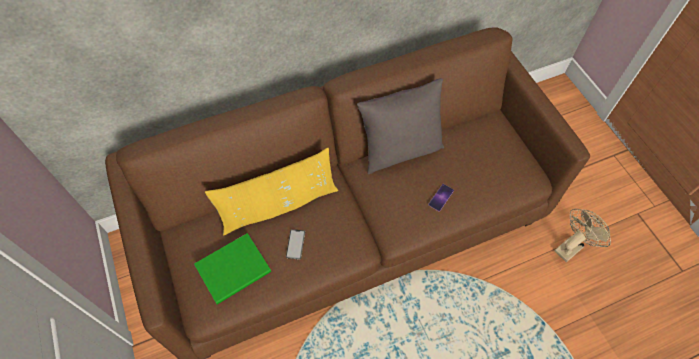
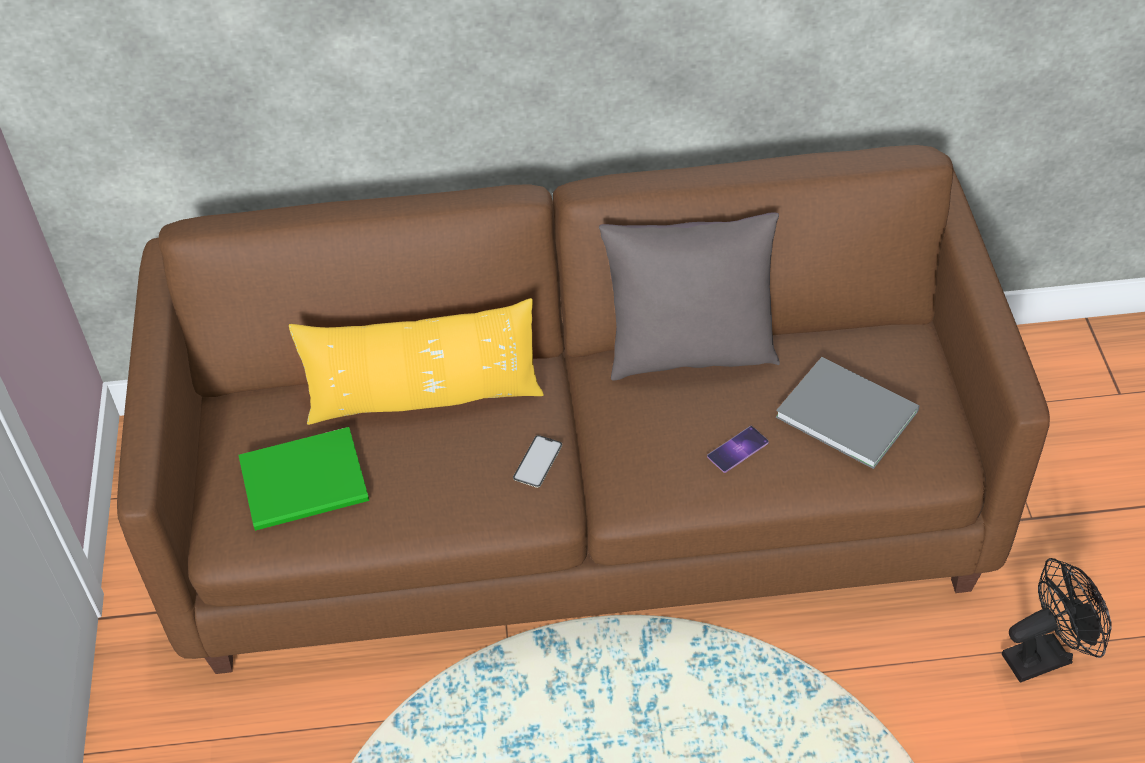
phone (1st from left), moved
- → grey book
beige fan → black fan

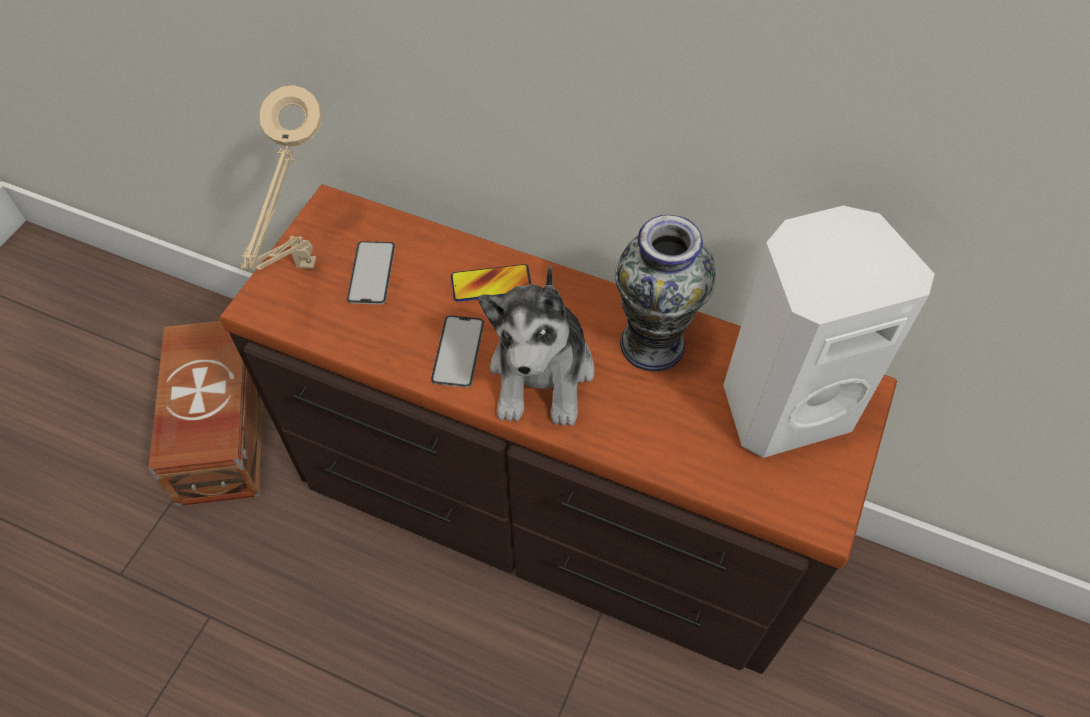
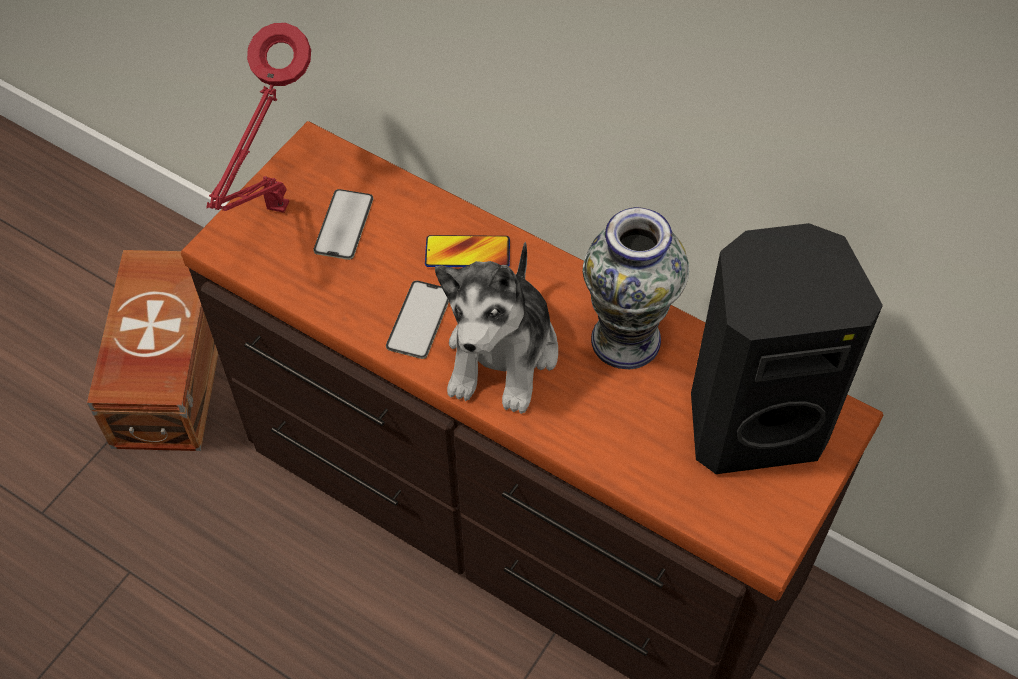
beige table lamp → red table lamp
white speaker → black speaker

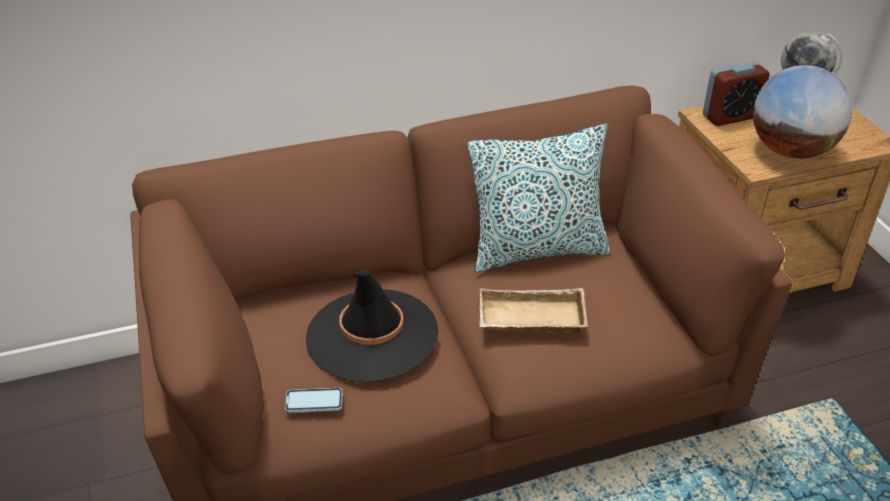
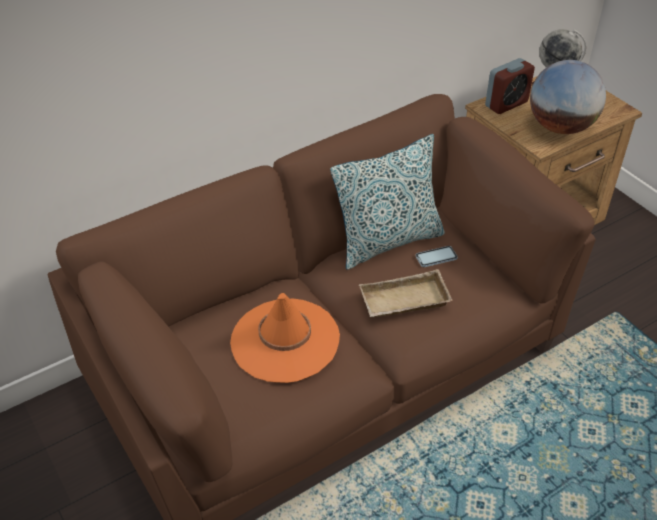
black hat → orange hat
phone, moved

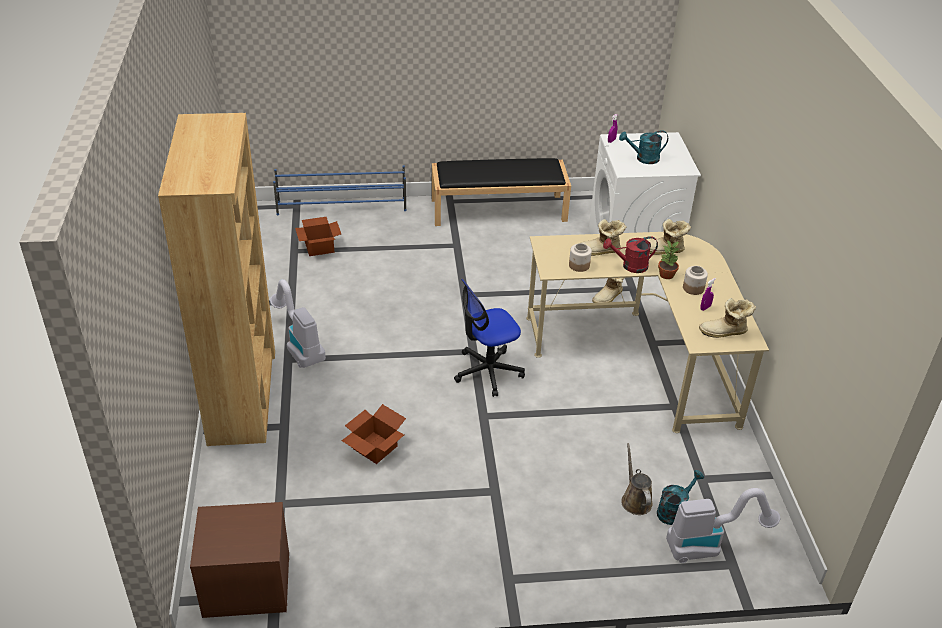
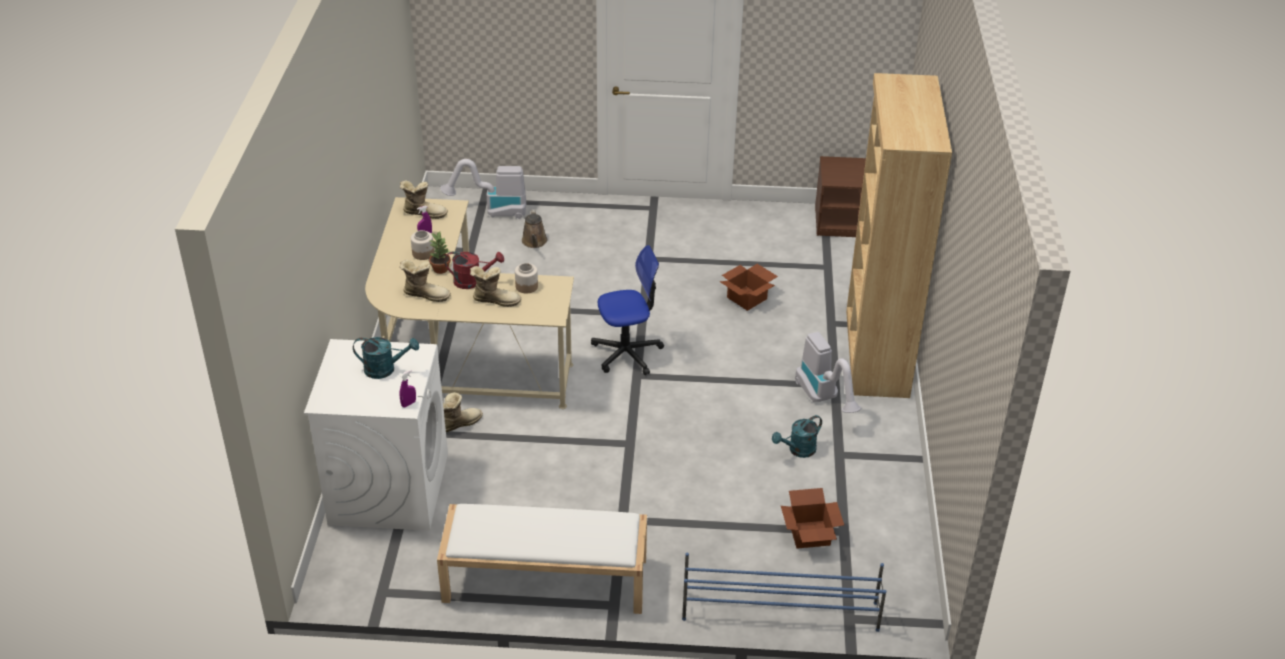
black bench → white bench
turquoise watering can (2nd from left), moved

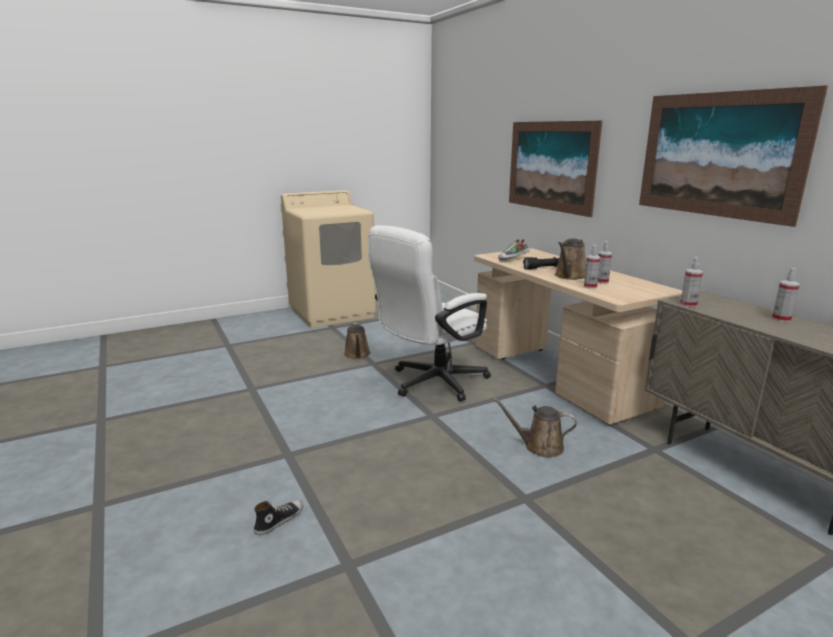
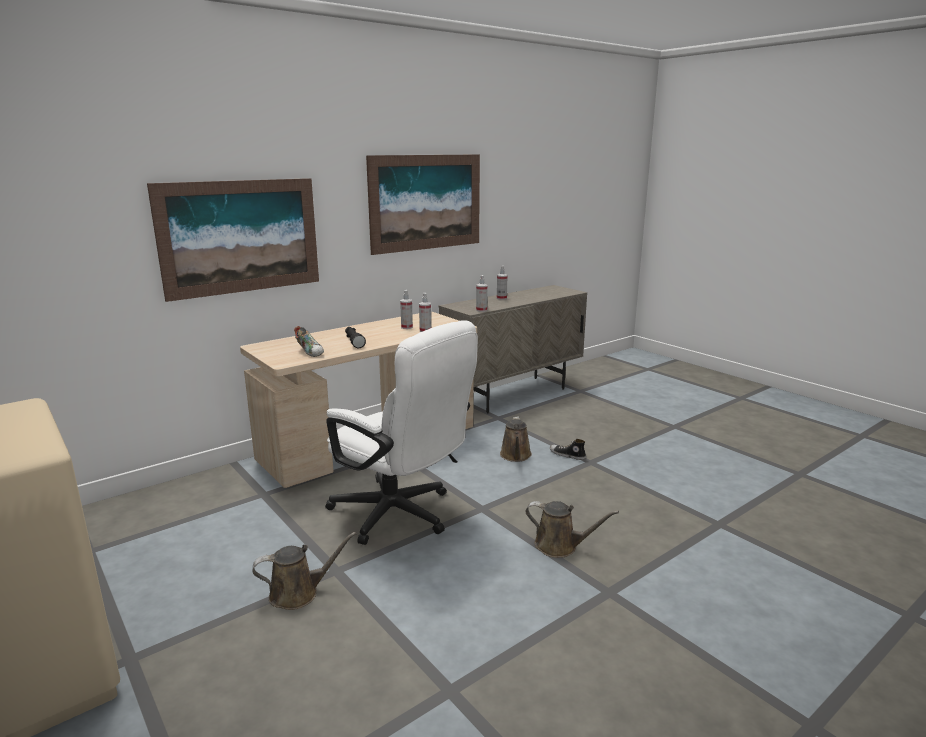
brown watering can (3rd from left), moved
shoe (1st from left in the first image) → shoe (2nd from left), moved

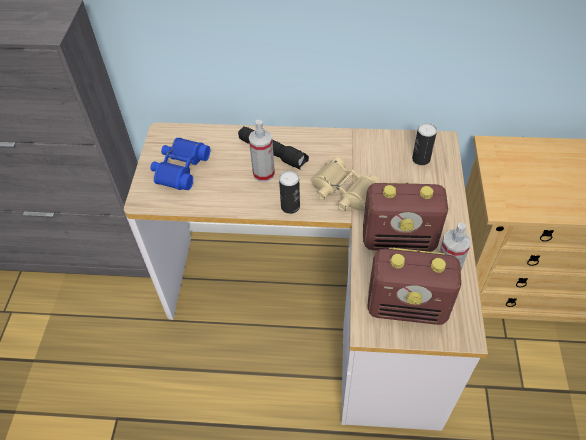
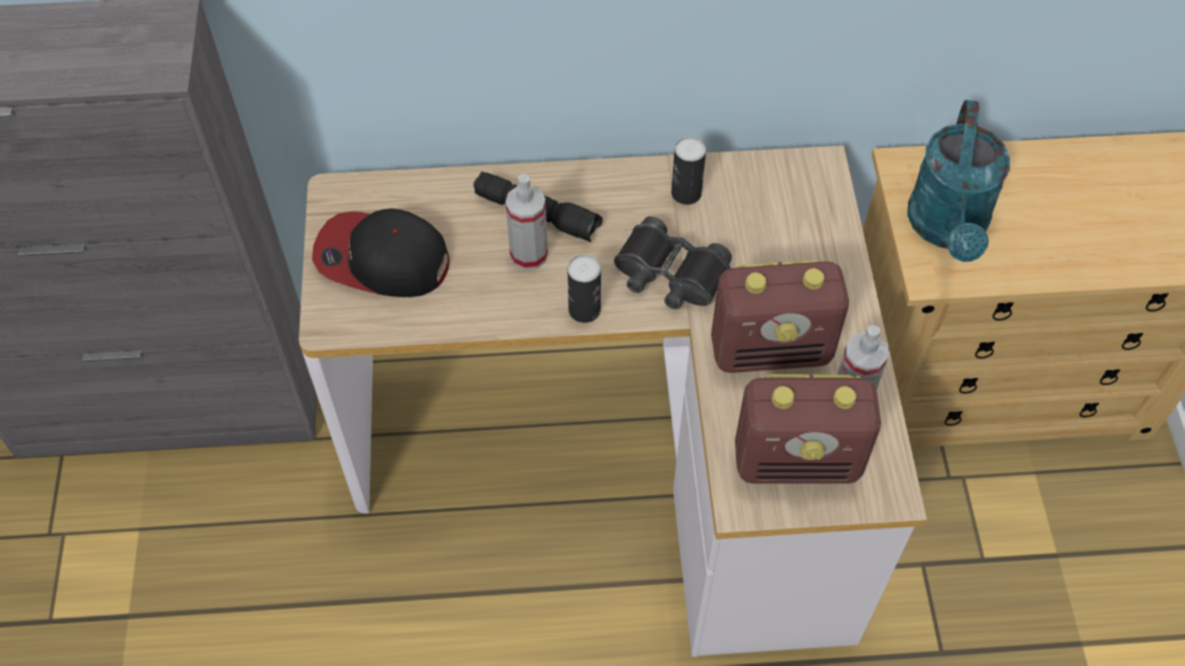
blue binoculars → cap
beige binoculars → black binoculars
can (2nd from left), moved
- → turquoise watering can

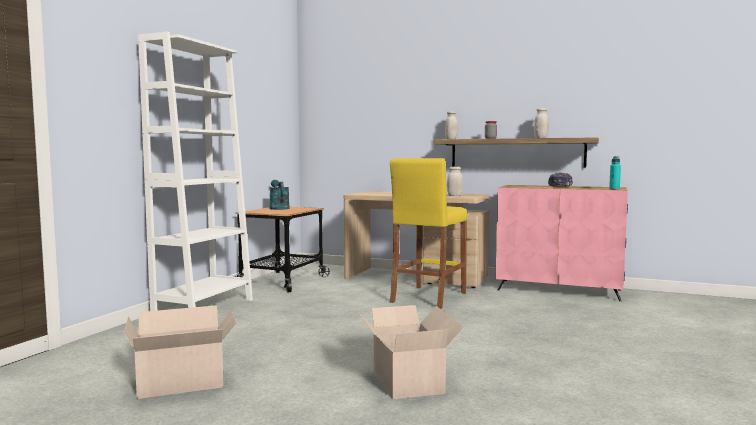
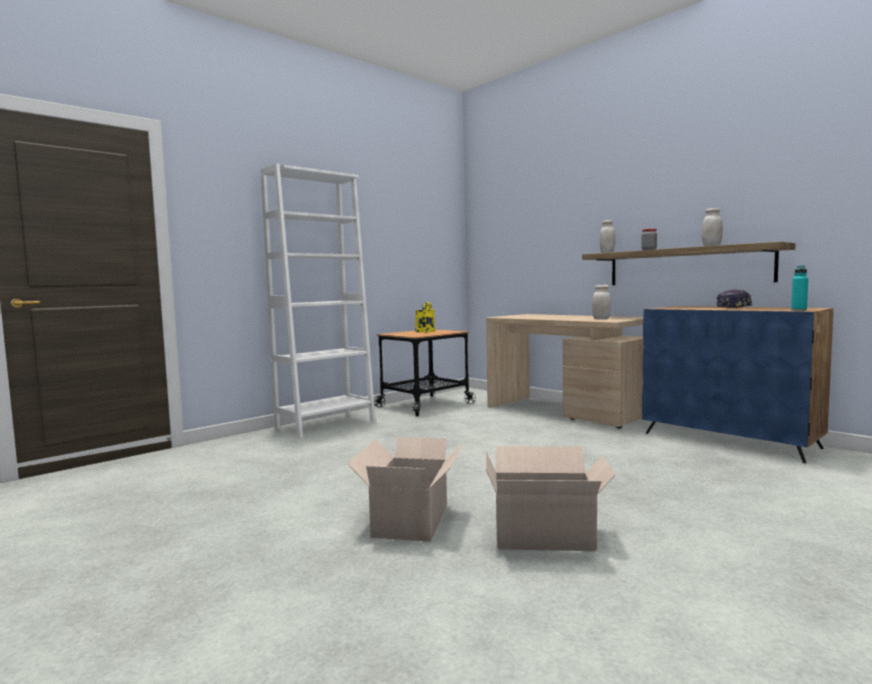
turquoise watering can → yellow watering can
cardboard box (1st from left in the first image) → cardboard box (2nd from left), moved
pink cabinet → blue cabinet
yellow stool → -

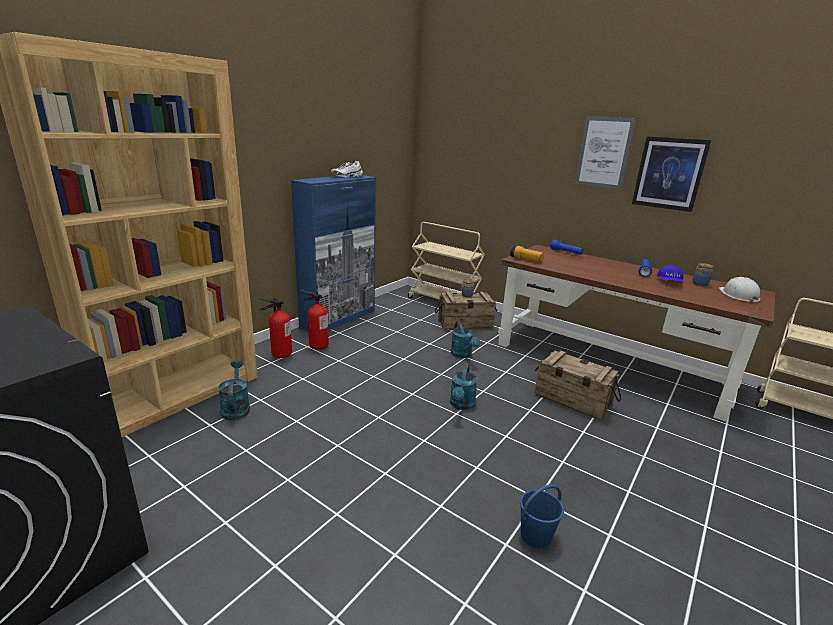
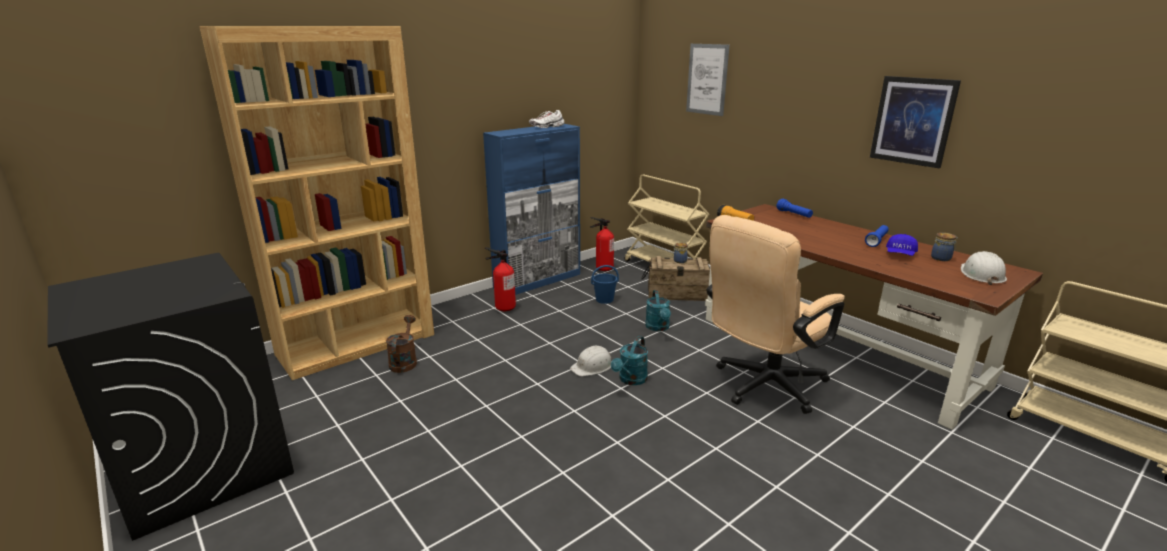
turquoise watering can (1st from left) → brown watering can
- → white hard hat (1st from left)
fire extinguisher (1st from left in the first image) → fire extinguisher (2nd from left), moved
blue bucket, moved
picture (1st from left), moved
crate (2nd from left) → beige office chair

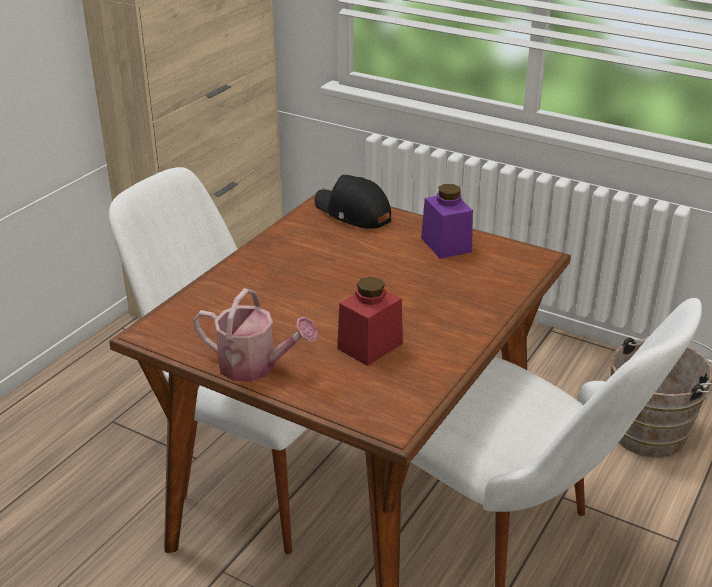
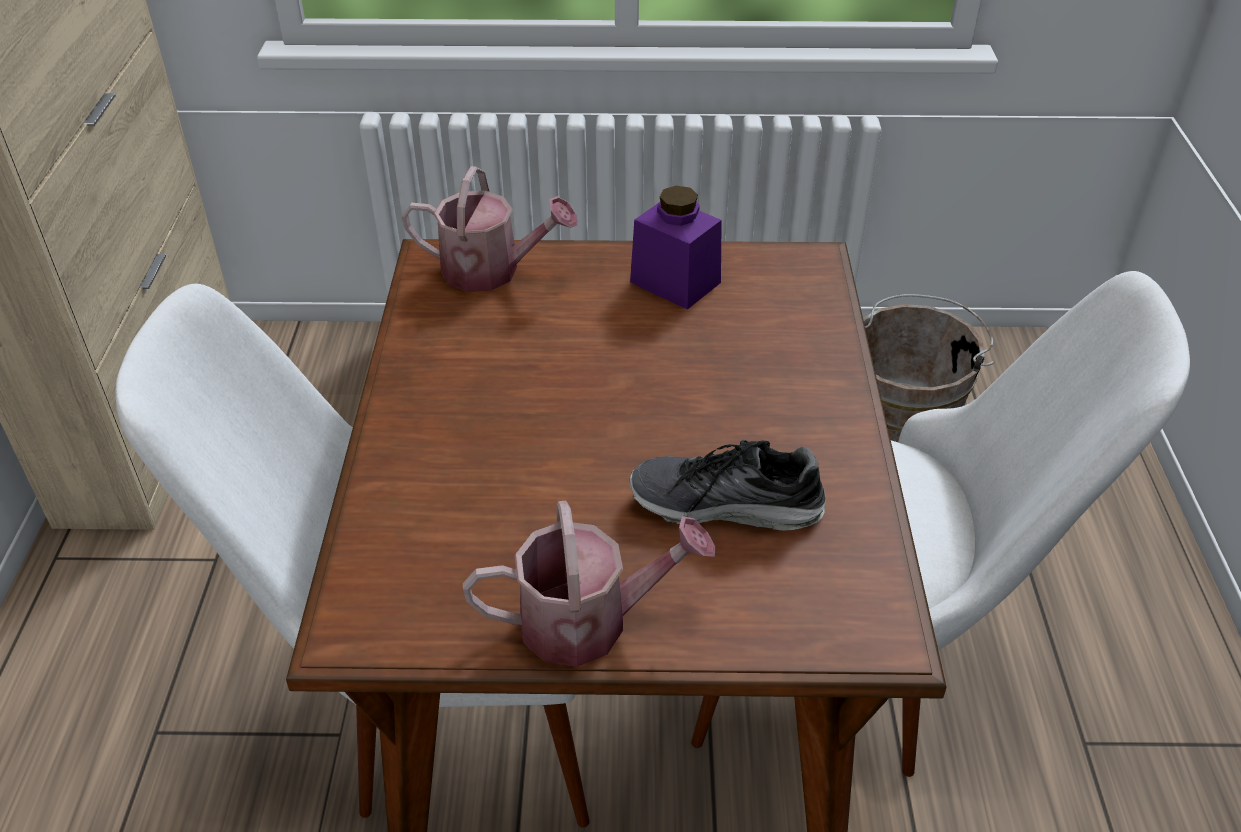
black cap → watering can (1st from left)
red jar → shoe

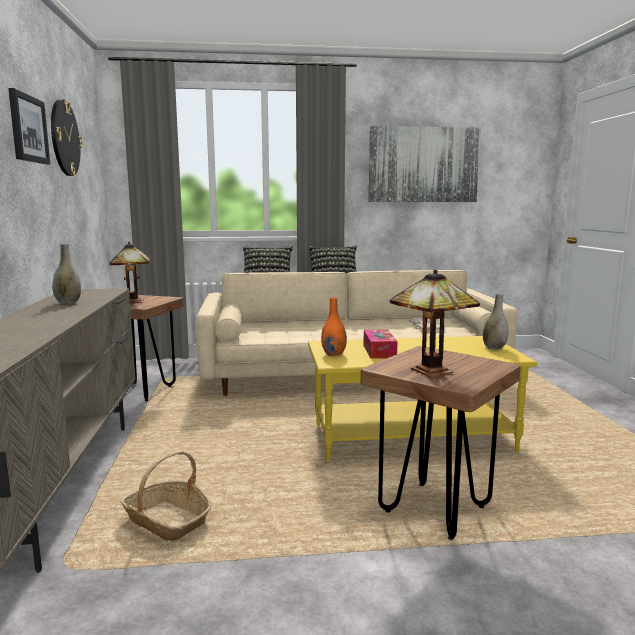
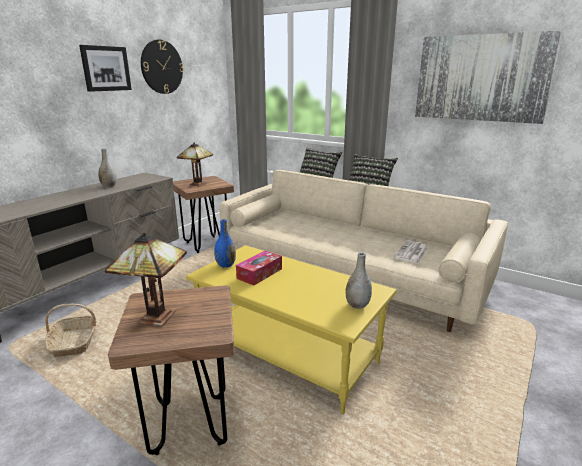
orange vase → blue vase

